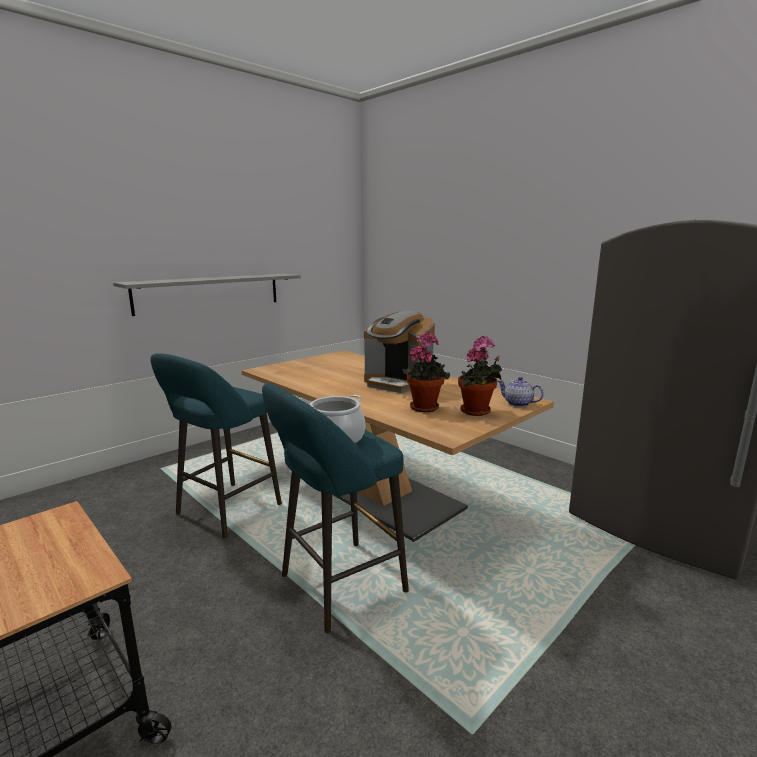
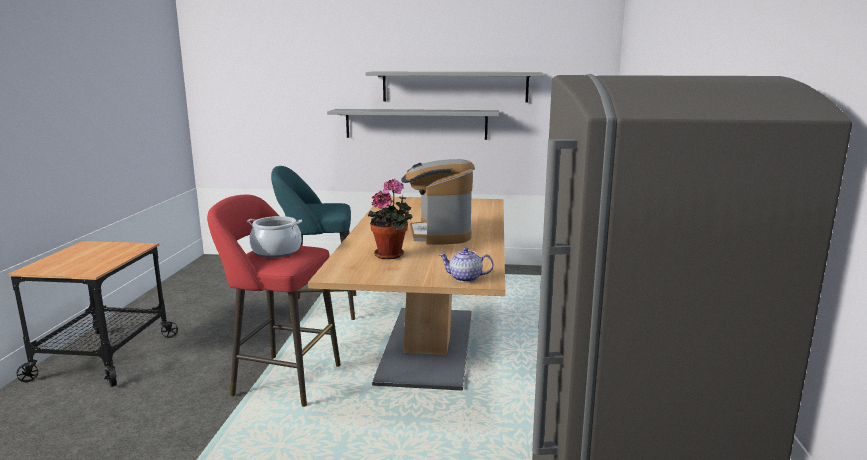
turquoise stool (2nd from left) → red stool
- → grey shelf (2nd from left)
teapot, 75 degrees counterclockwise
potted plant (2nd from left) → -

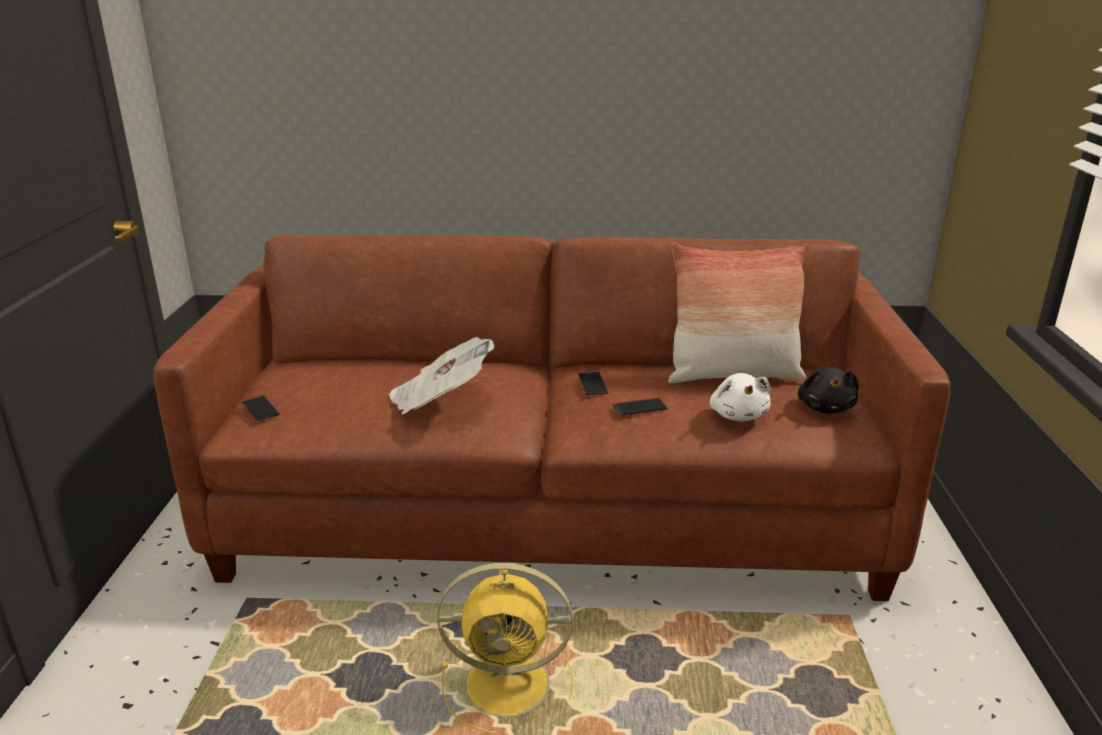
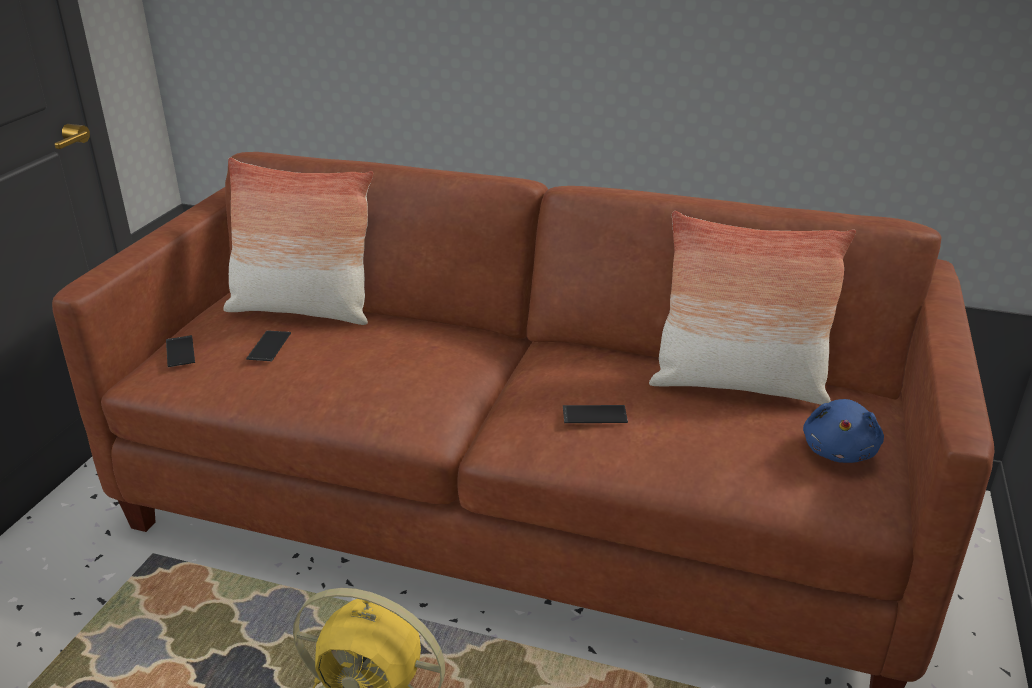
- → pillow (1st from left)
phone (2nd from left), moved
black plush toy → blue plush toy
newspaper → -
white plush toy → -

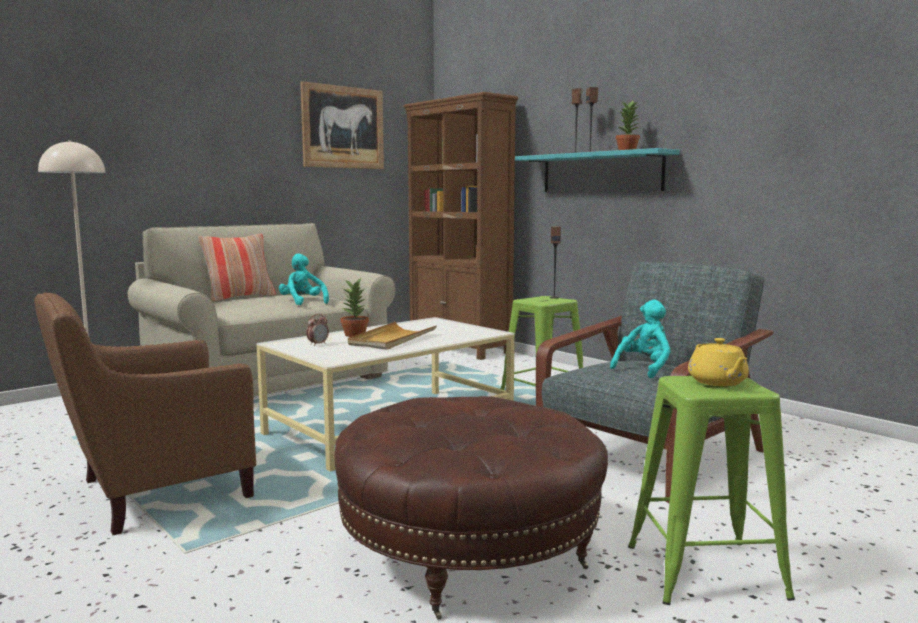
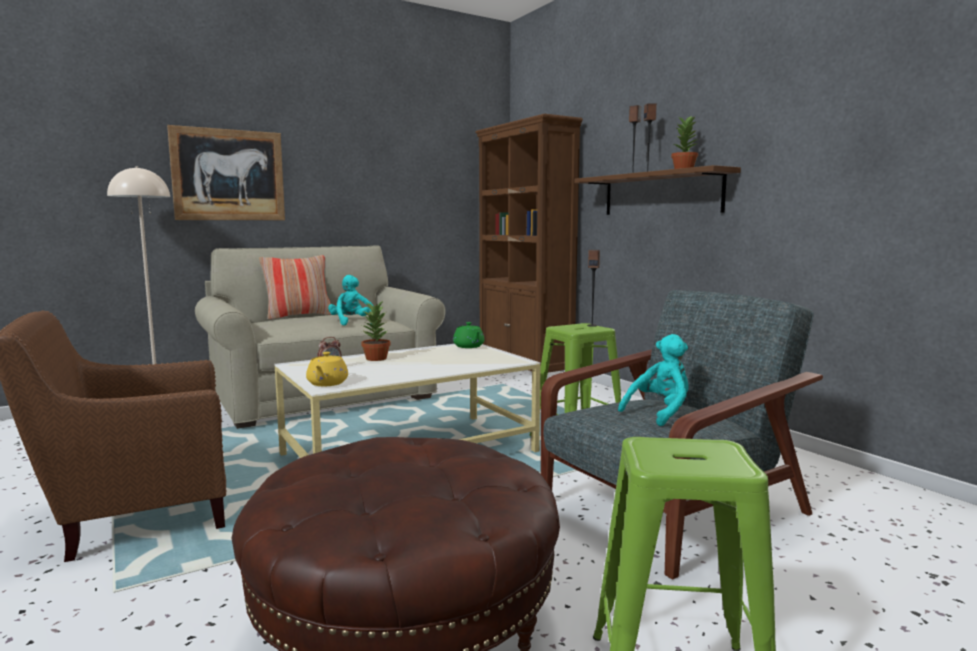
picture, moved
yellow teapot, moved
- → green teapot
turquoise shelf → brown shelf
beige tray → -

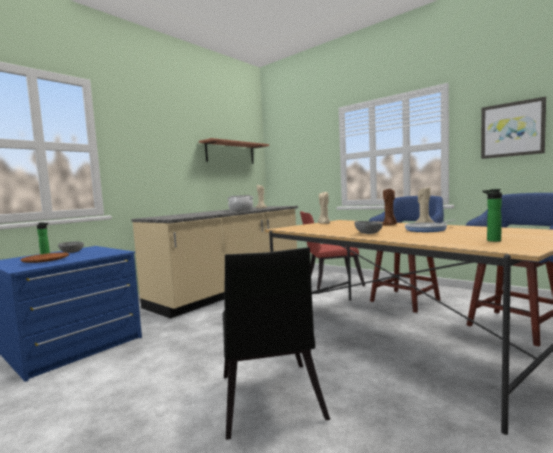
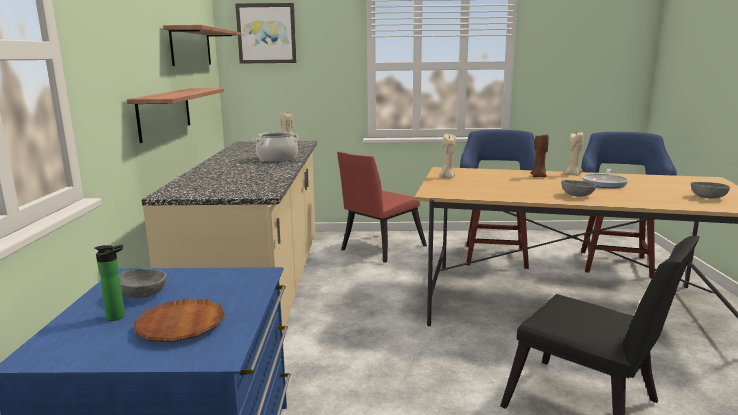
- → shelf (1st from left)
picture, moved
bottle (2nd from left) → grey bowl (3rd from left)

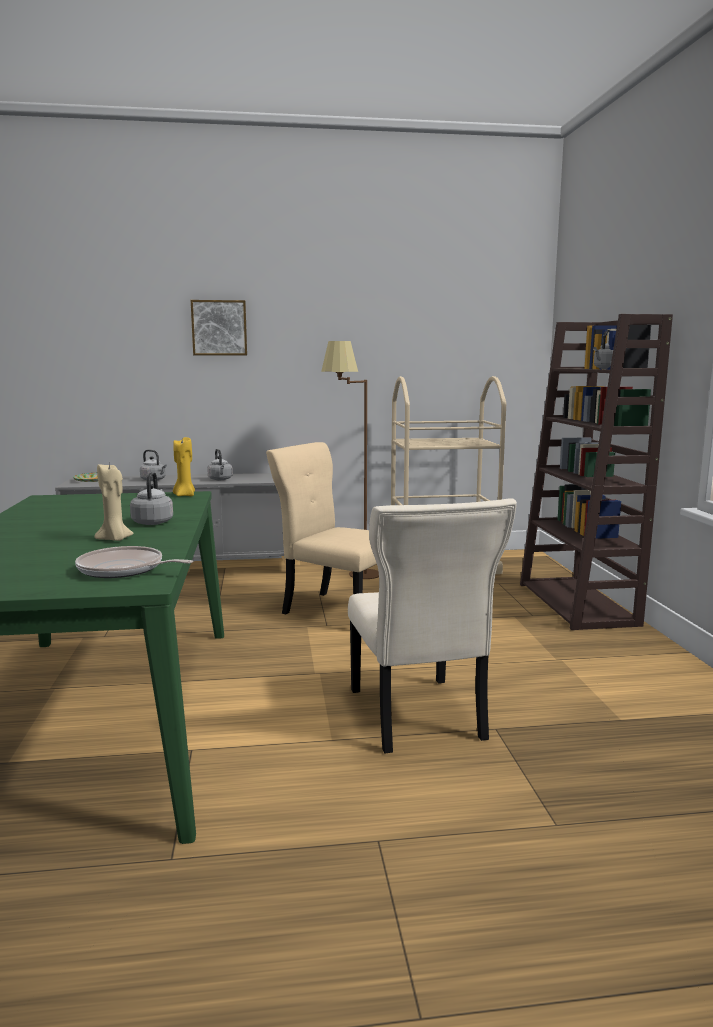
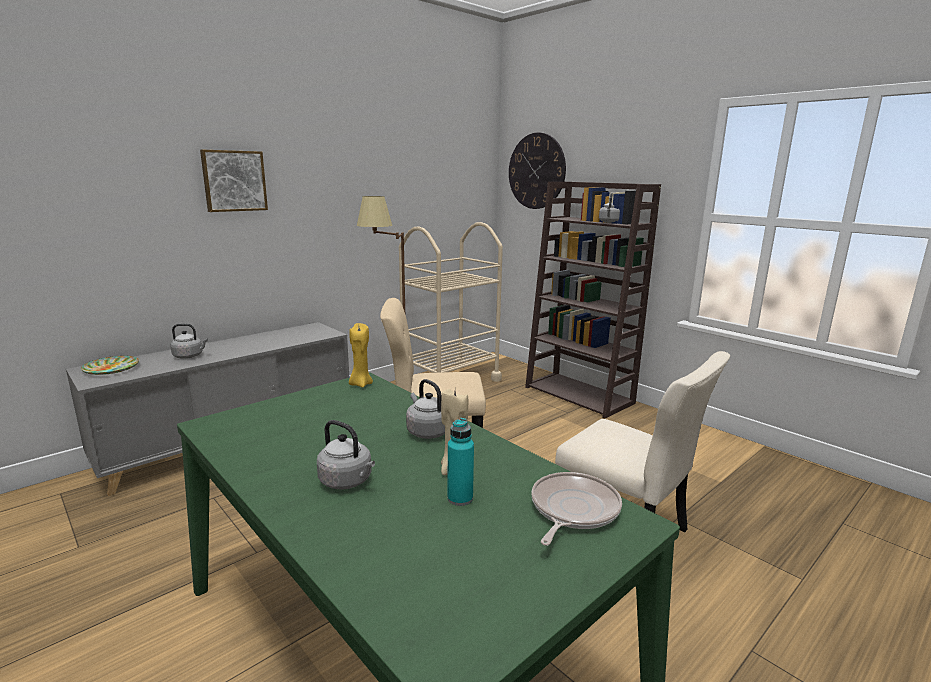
grey kettle (3rd from left in the first image) → grey kettle (2nd from left), moved
- → turquoise bottle
- → wall clock
frying pan, 135 degrees clockwise

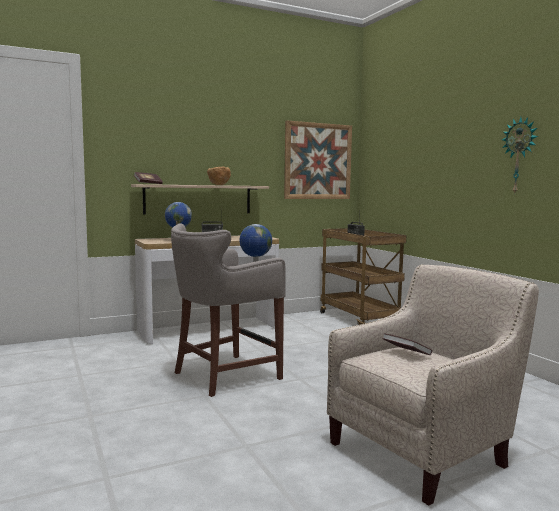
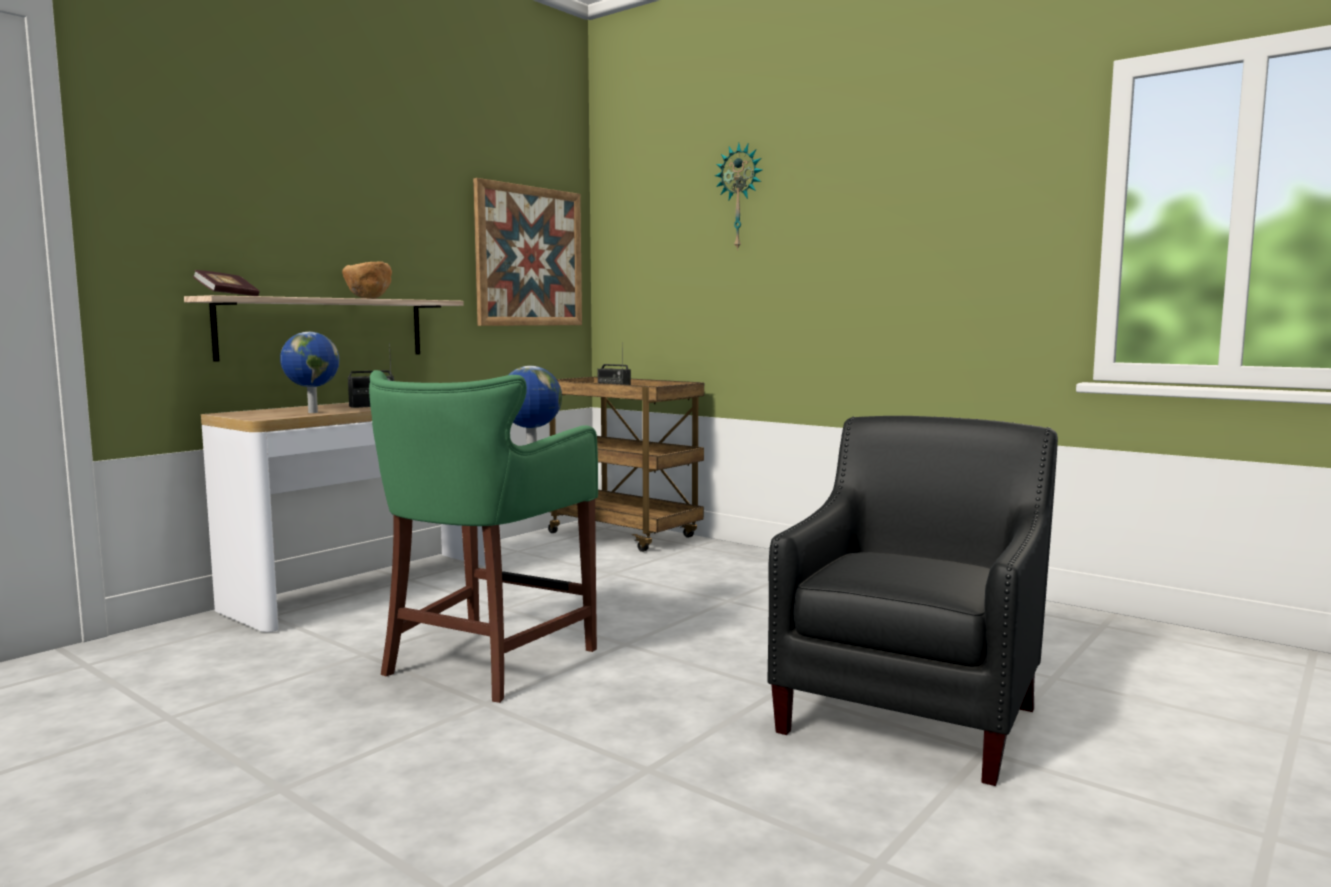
grey stool → green stool
wall clock, moved
beige armchair → black armchair
book (2nd from left) → -

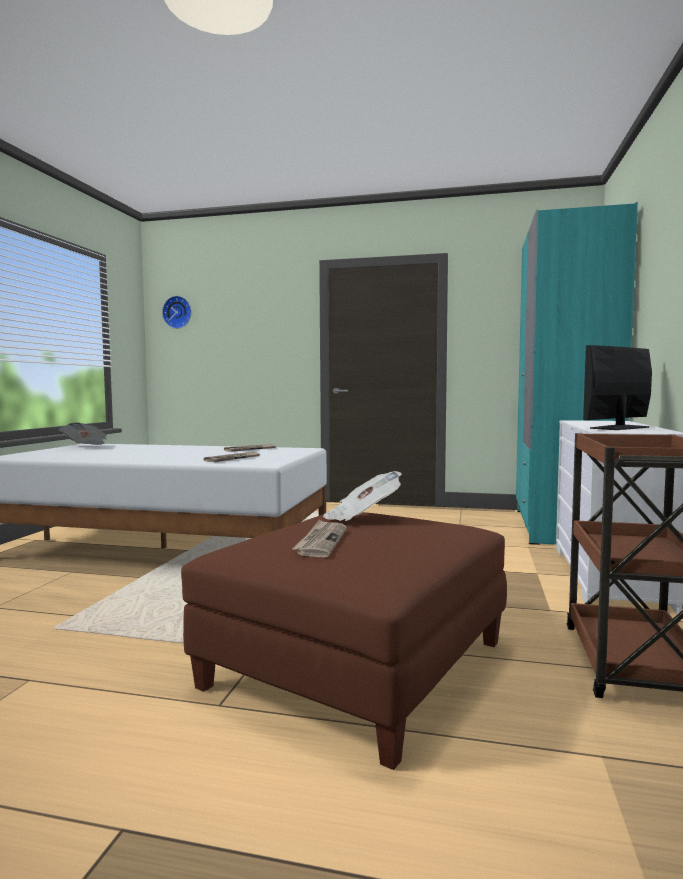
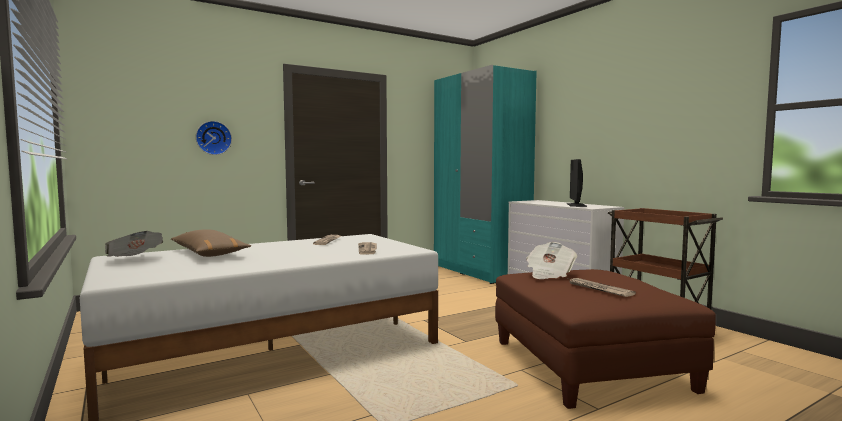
- → brown pillow
wall clock, moved

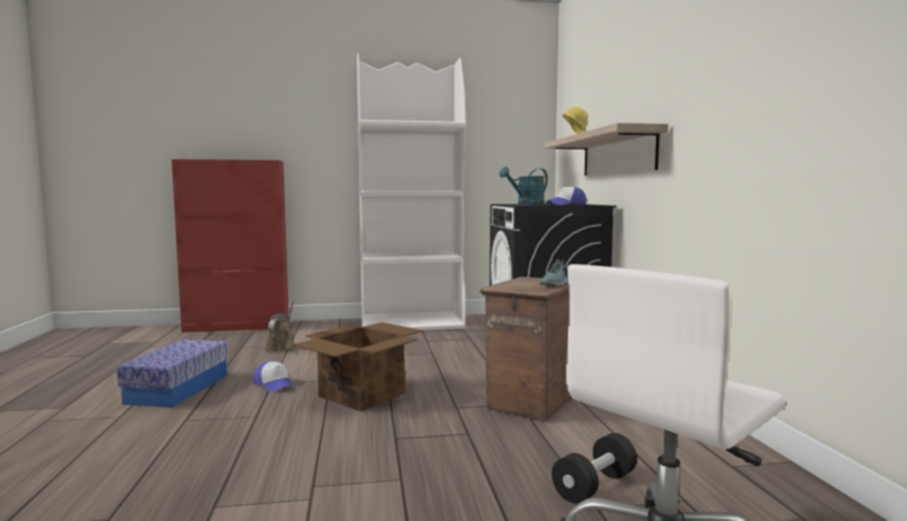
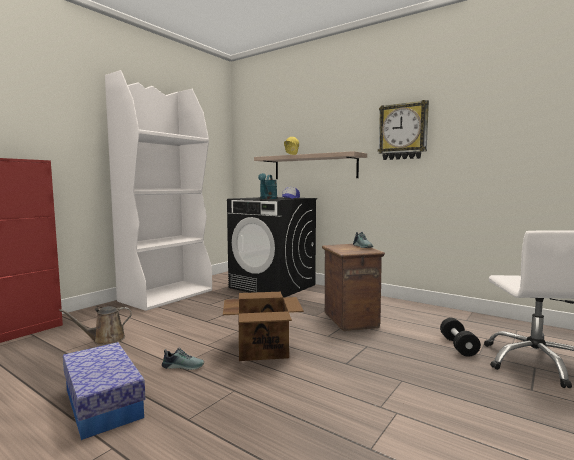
brown watering can, 75 degrees counterclockwise
cap (1st from left) → shoe (1st from left)
- → wall clock

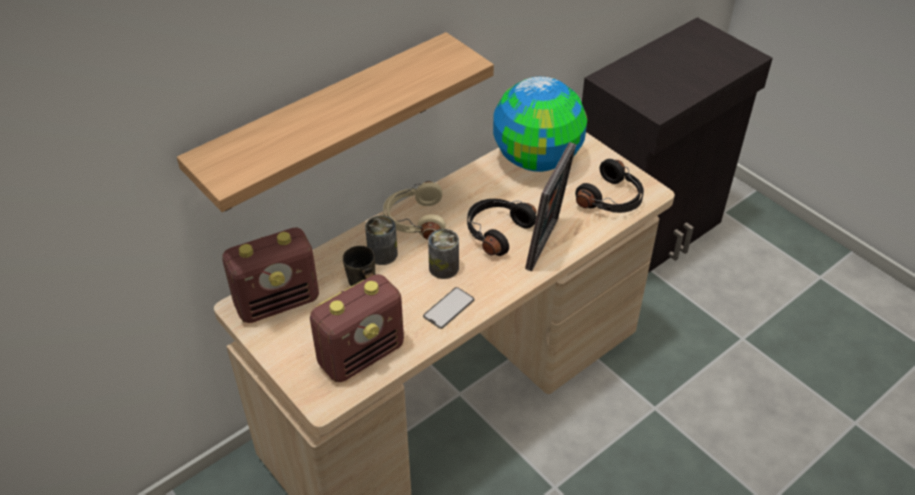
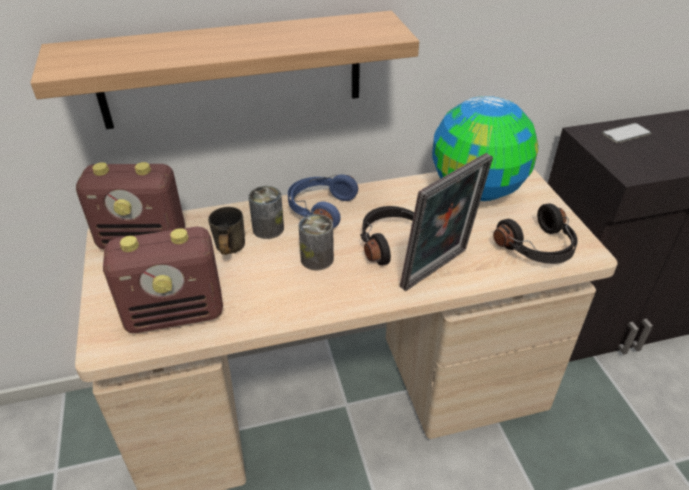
beige headphones → blue headphones
phone, moved

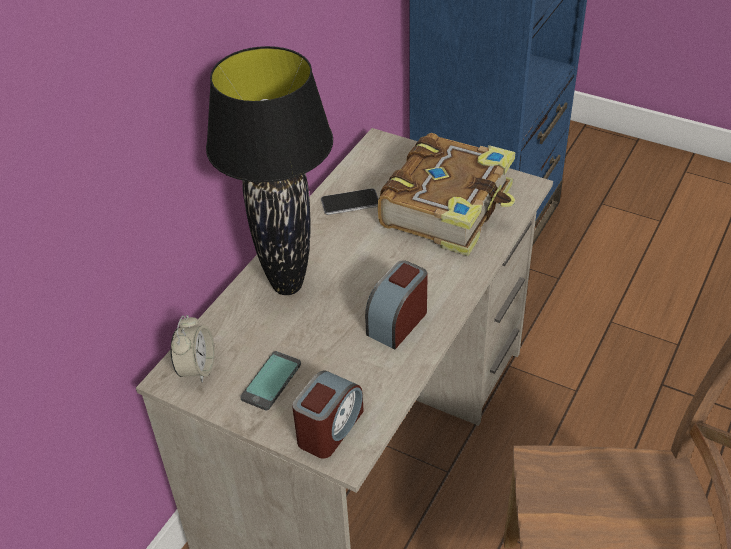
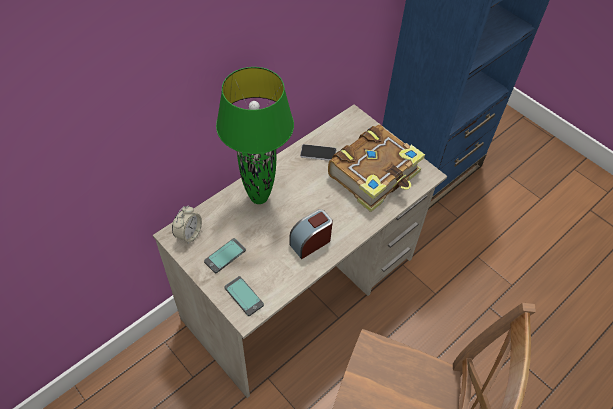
black table lamp → green table lamp
alarm clock (2nd from left) → phone (2nd from left)

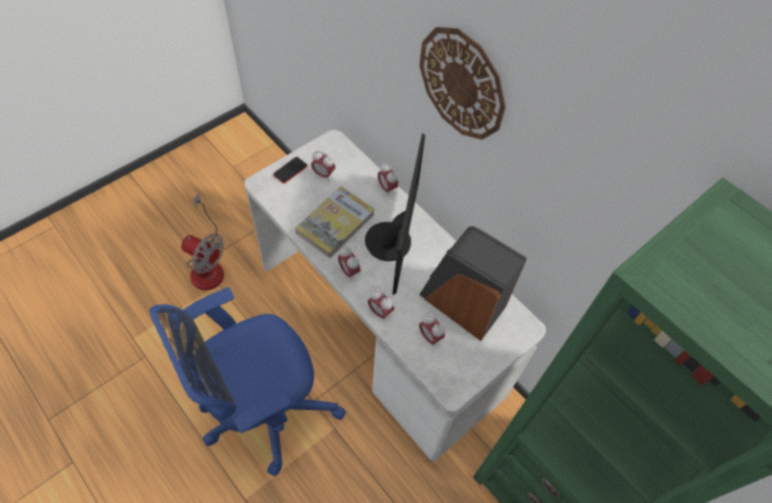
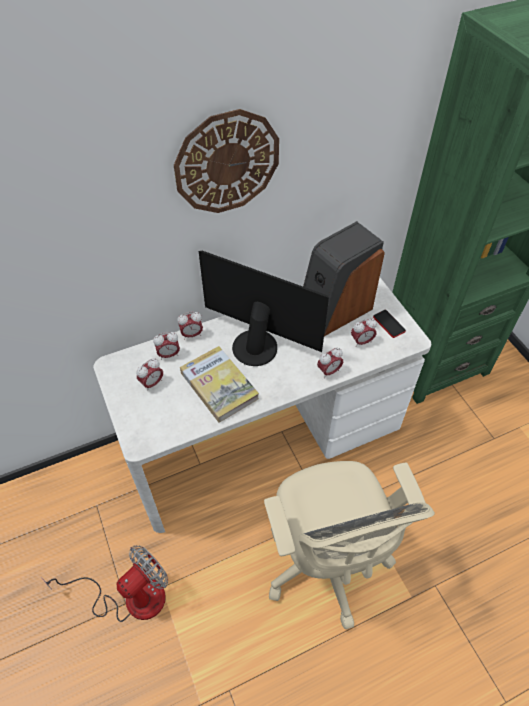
alarm clock (2nd from left), moved
blue office chair → beige office chair
phone, moved

